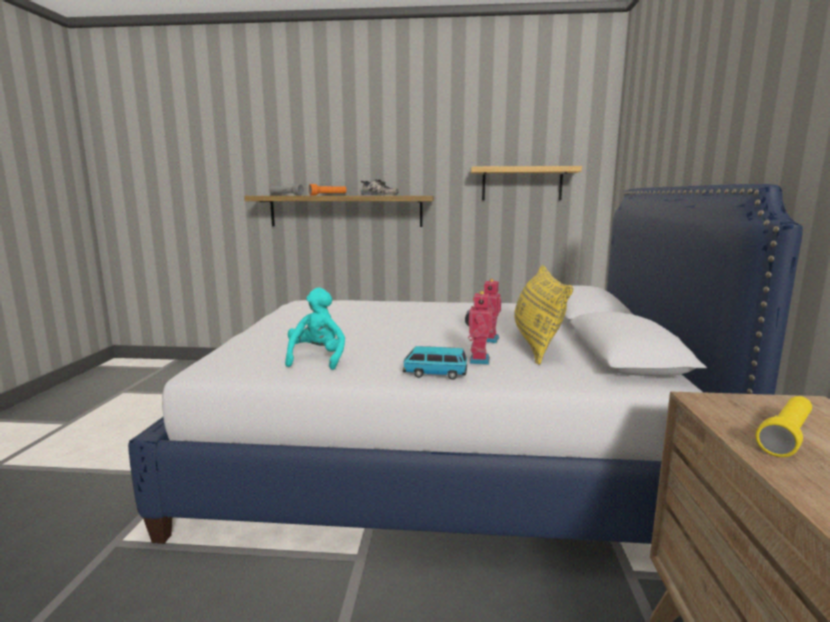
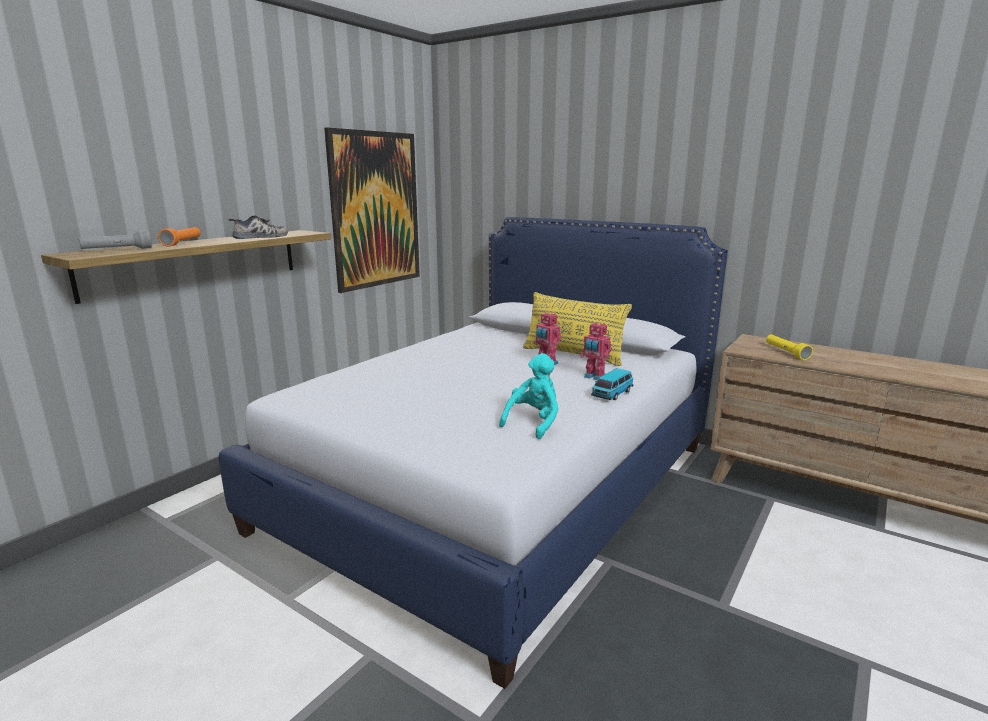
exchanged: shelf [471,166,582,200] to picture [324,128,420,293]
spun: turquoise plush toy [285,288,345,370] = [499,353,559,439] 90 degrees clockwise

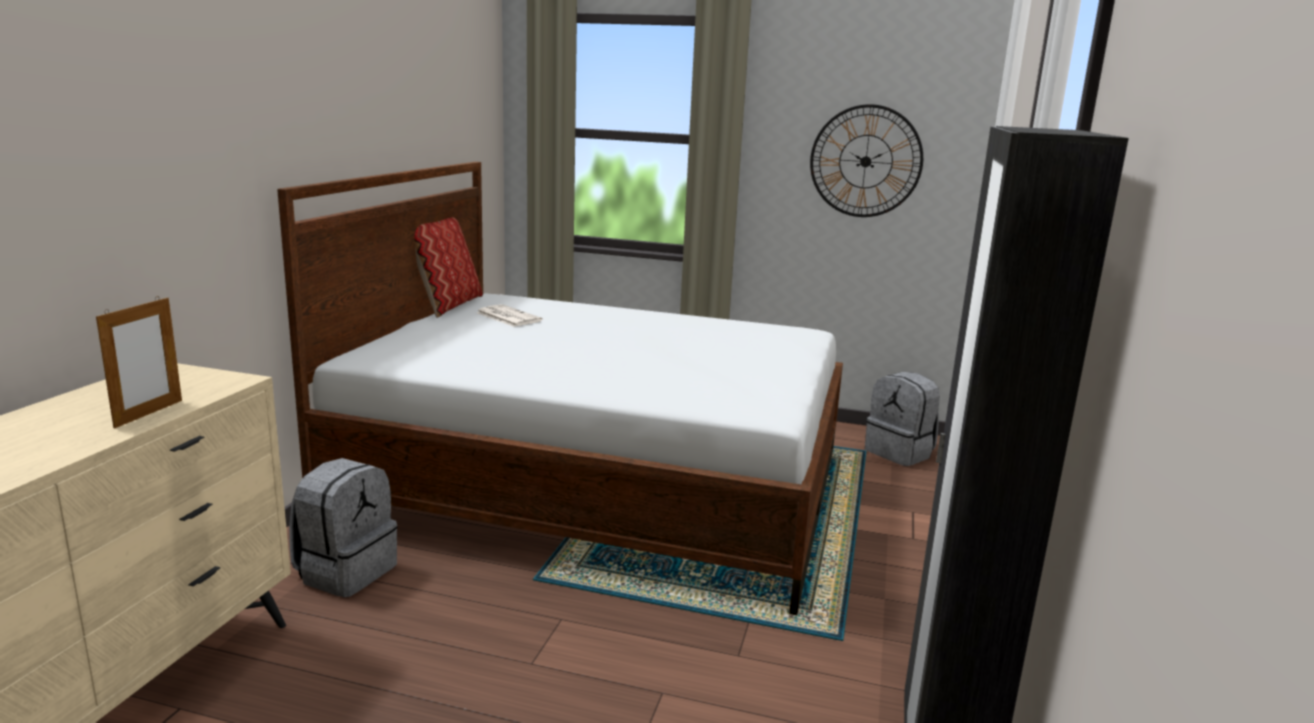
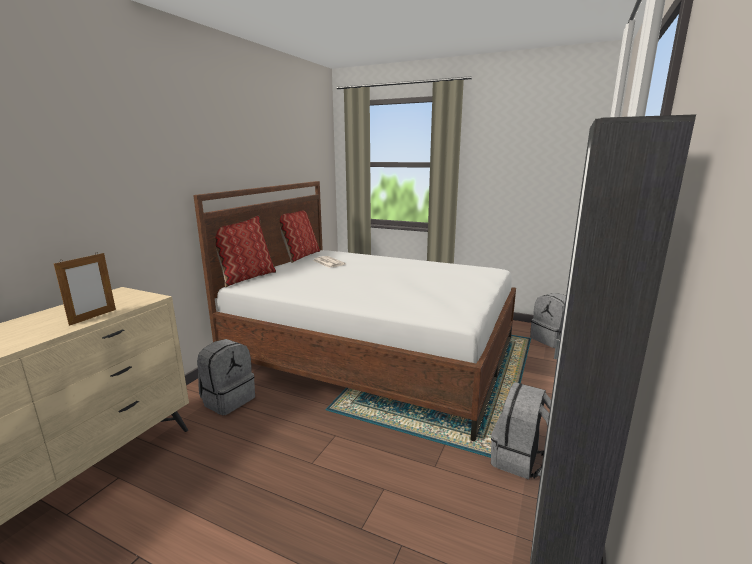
missing: wall clock [810,104,923,217]
appeared: pillow [215,215,276,287]; grey backpack [491,382,551,480]

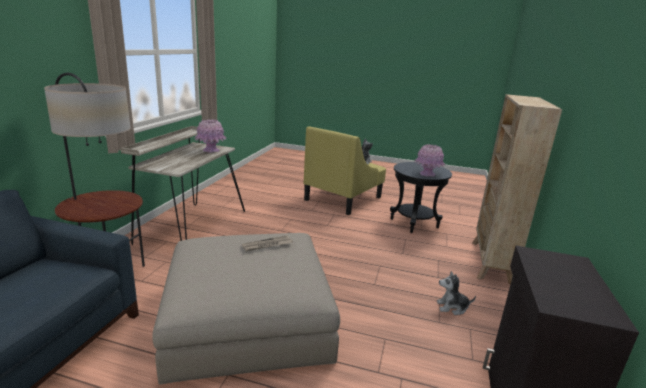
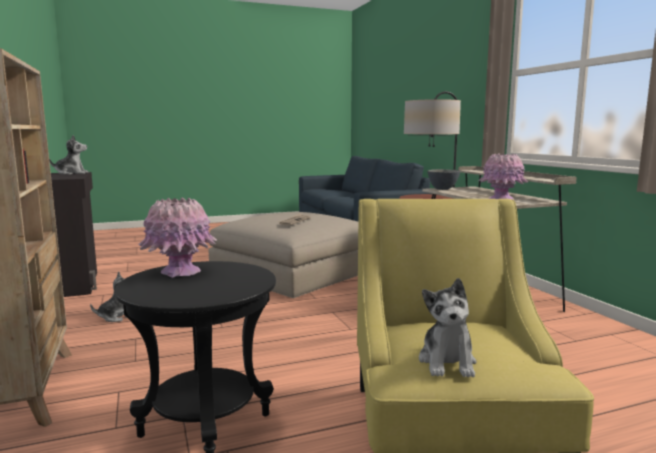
appeared: plush toy [49,135,88,175]; grey bowl [427,169,460,190]

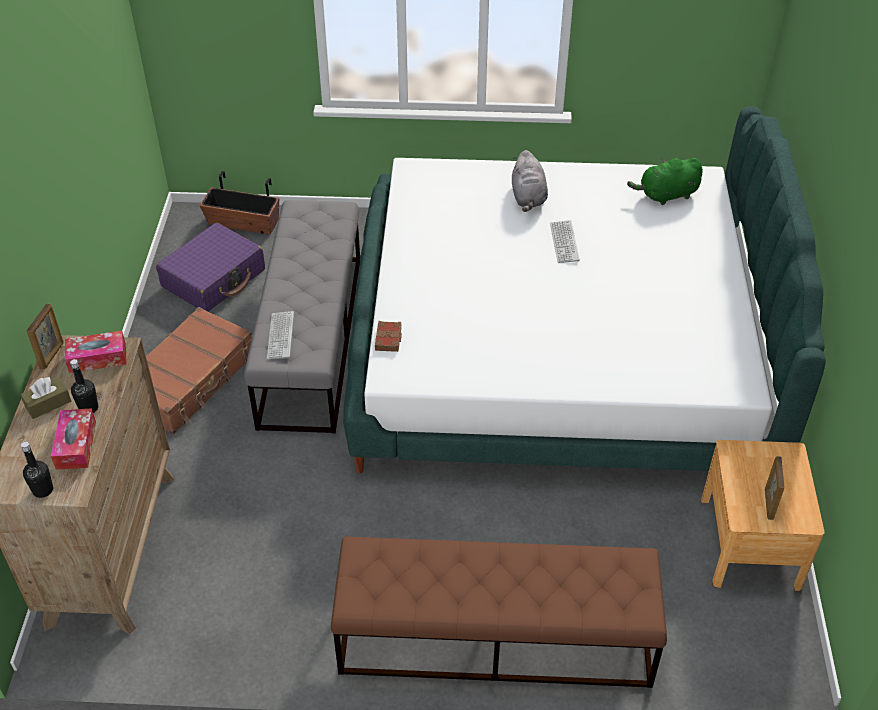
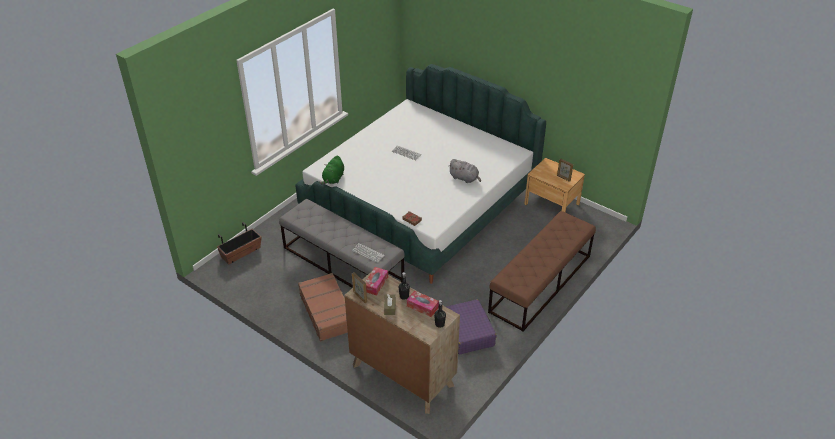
relocated: purple suitcase [156,223,265,312] to [446,299,497,355]; grey plush toy [512,150,548,212] to [448,159,481,183]; green plush toy [627,158,703,205] to [320,156,344,184]

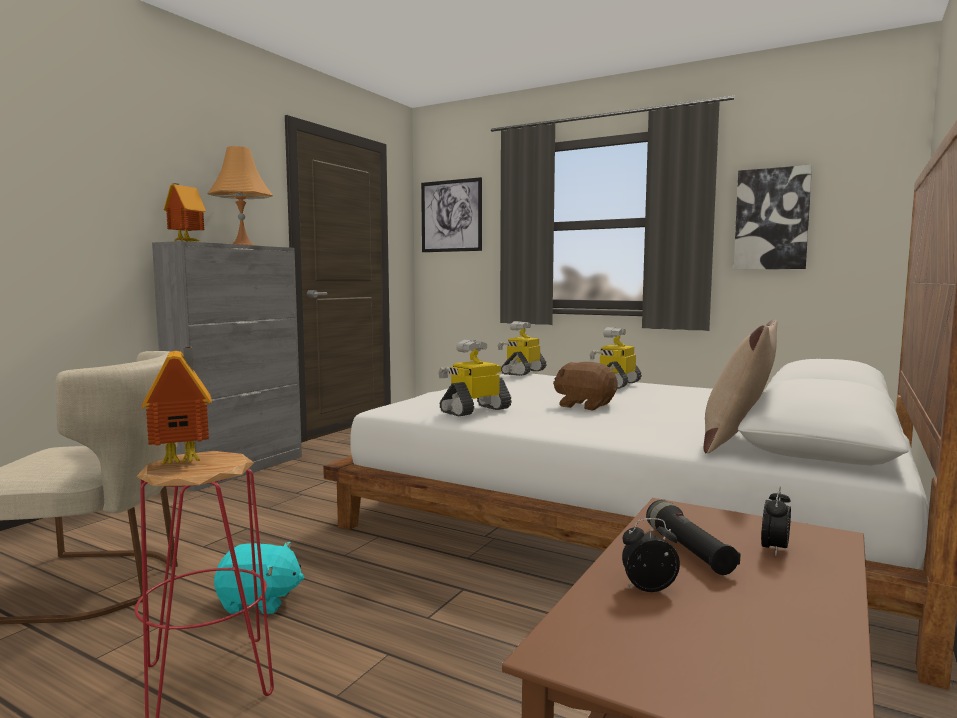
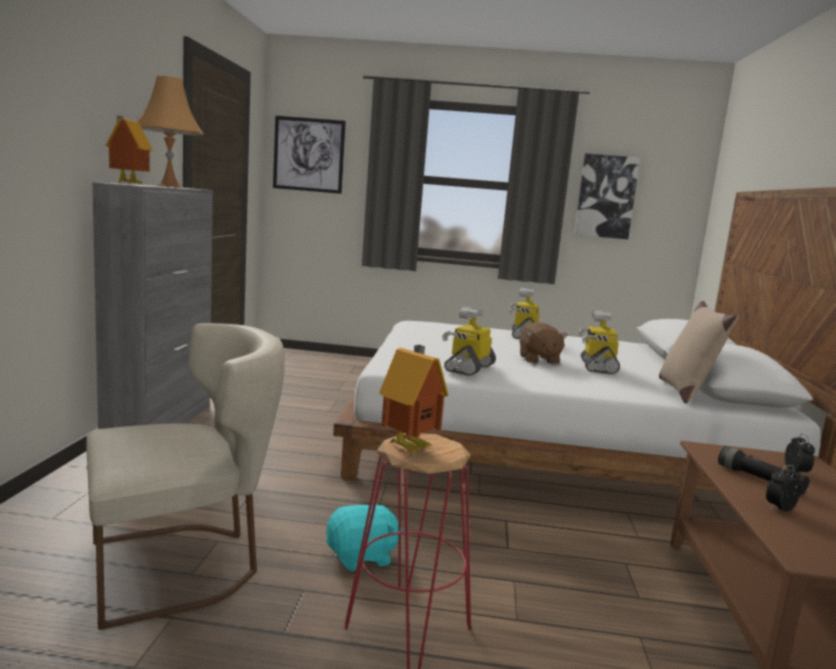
relocated: toy robot [498,321,547,376] to [578,310,620,374]
spun: brown plush toy [553,362,618,410] = [519,322,568,365] 105 degrees counterclockwise

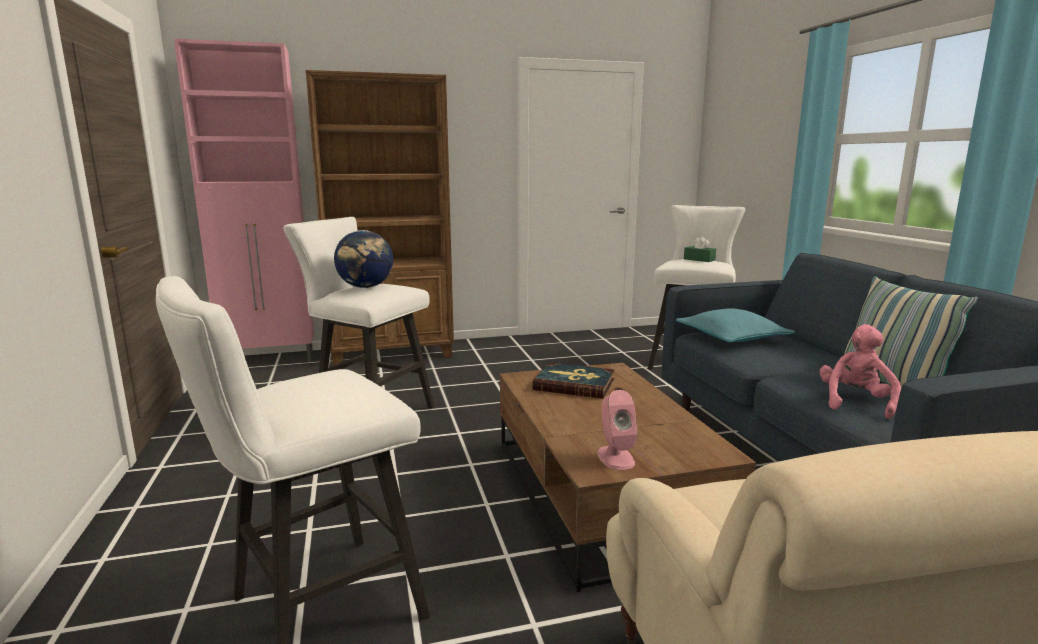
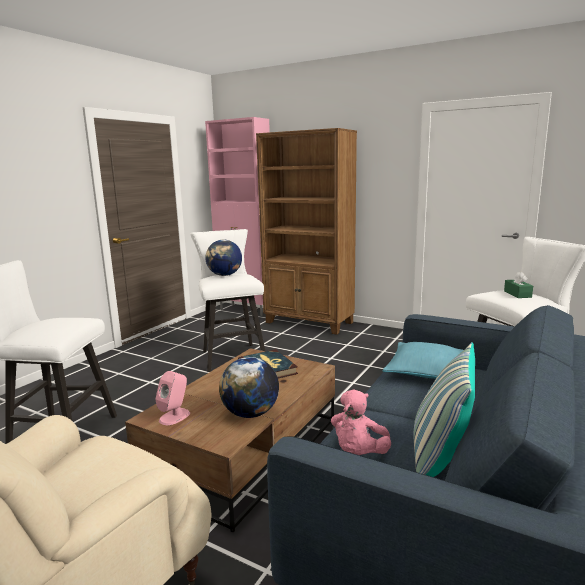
appeared: globe [219,357,279,418]
spun: pink plush toy [820,324,901,419] = [331,389,391,455] 135 degrees clockwise

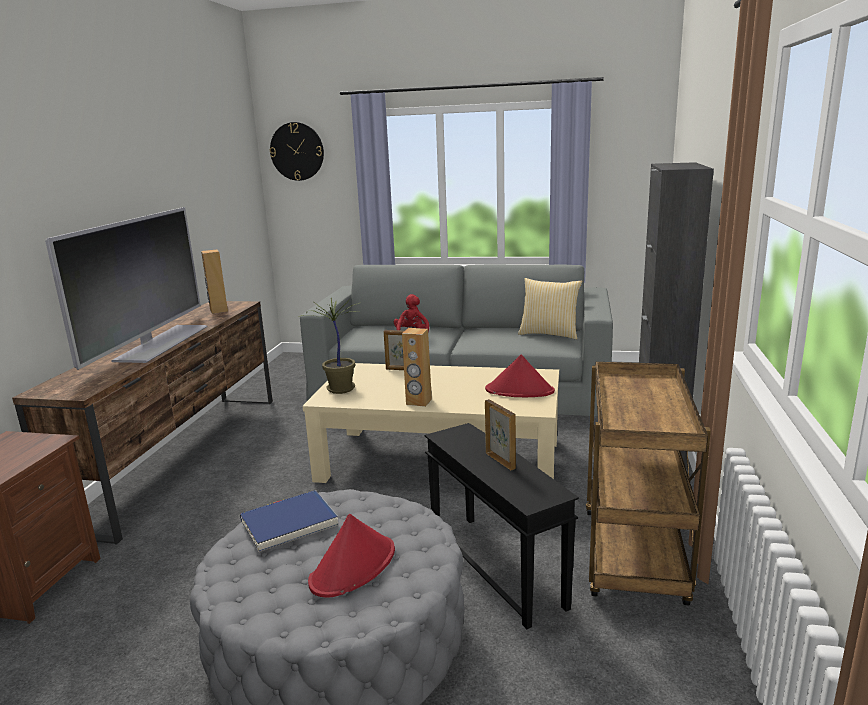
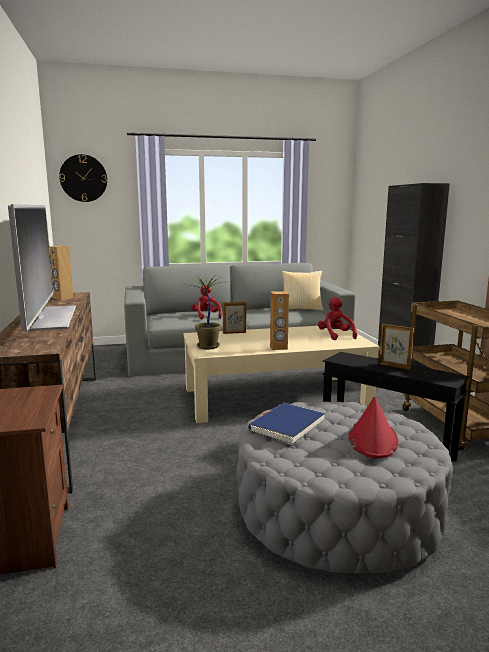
exchanged: red hat [485,354,555,397] to red plush toy [318,297,357,340]

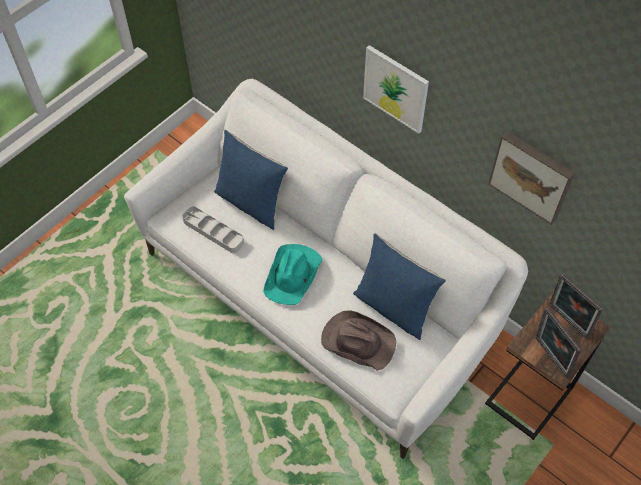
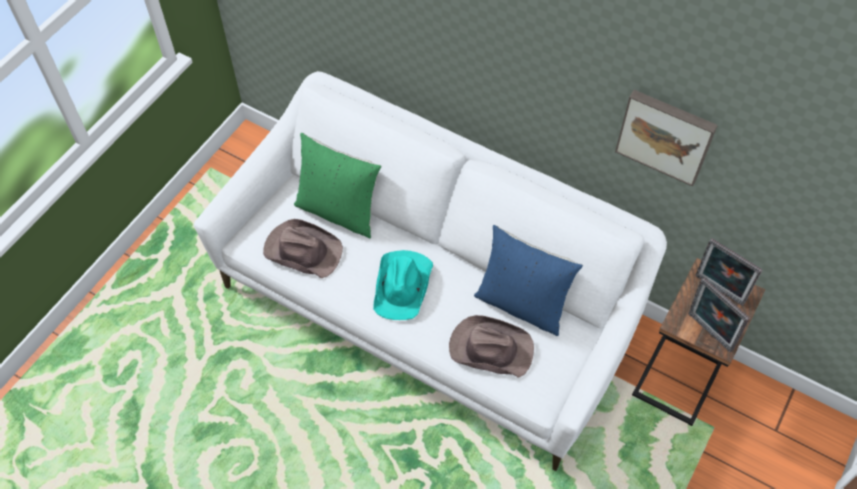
missing: picture [363,45,429,134]
exchanged: grey tray [182,206,244,253] to brown hat [263,219,343,278]
colour: blue pillow [214,130,288,230] to green pillow [294,133,382,238]

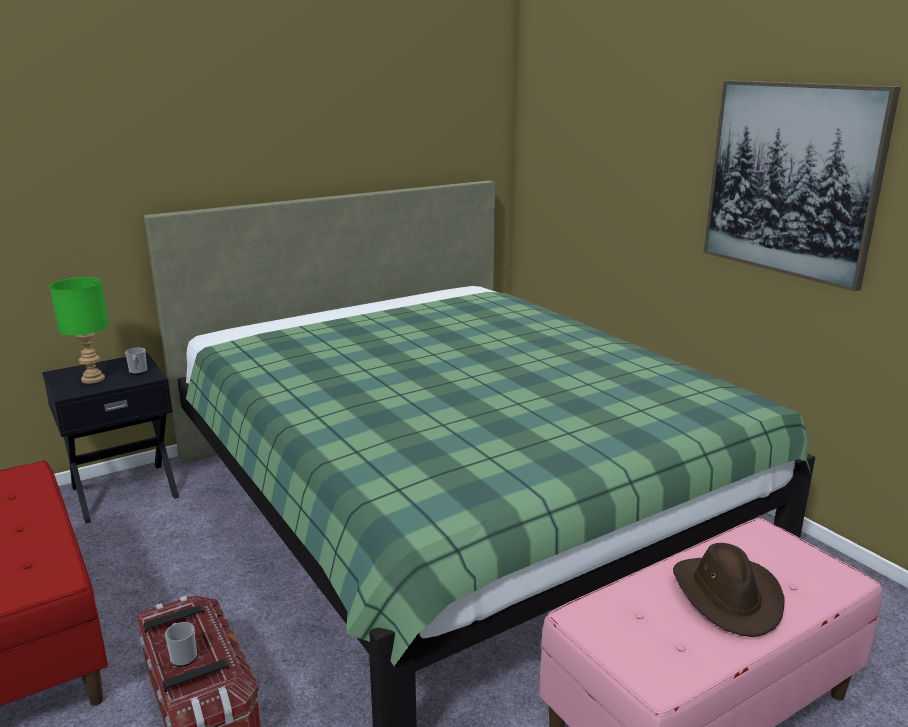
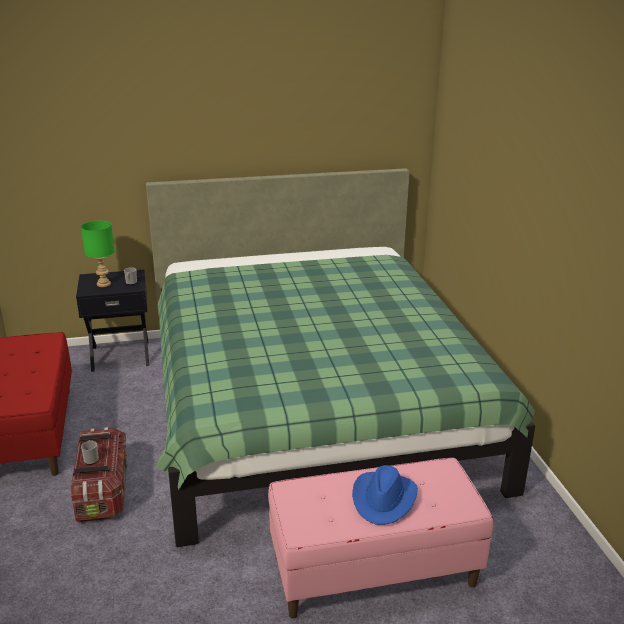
missing: picture [703,81,901,291]
colour: brown hat [673,543,785,637] to blue hat [352,465,418,525]

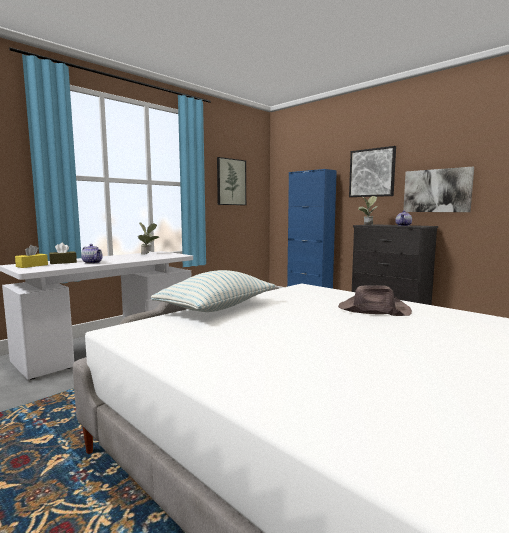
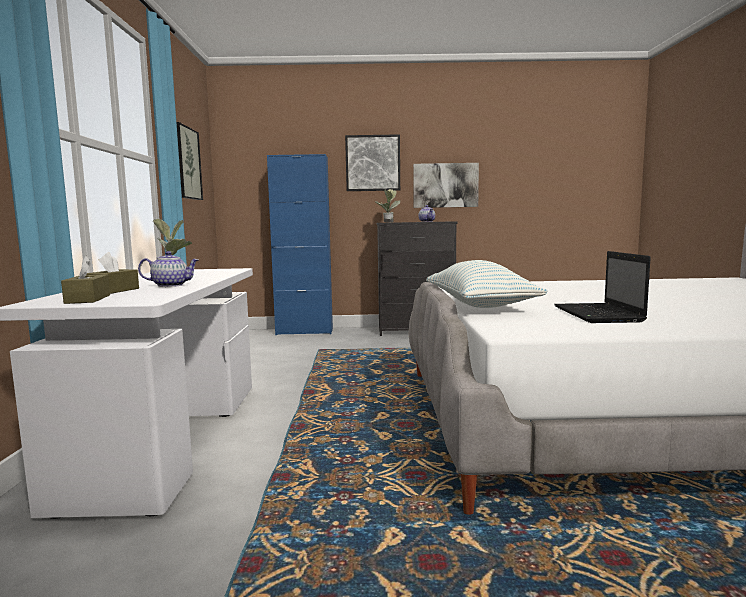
missing: brown hat [338,285,412,316]
appeared: laptop [554,251,651,323]
colour: yellow tissue box [15,245,48,268] to brown tissue box [61,256,110,304]

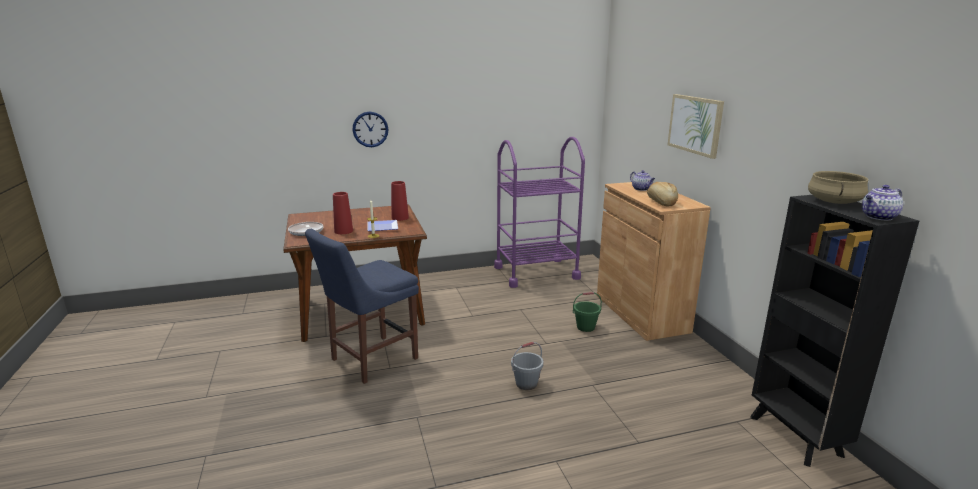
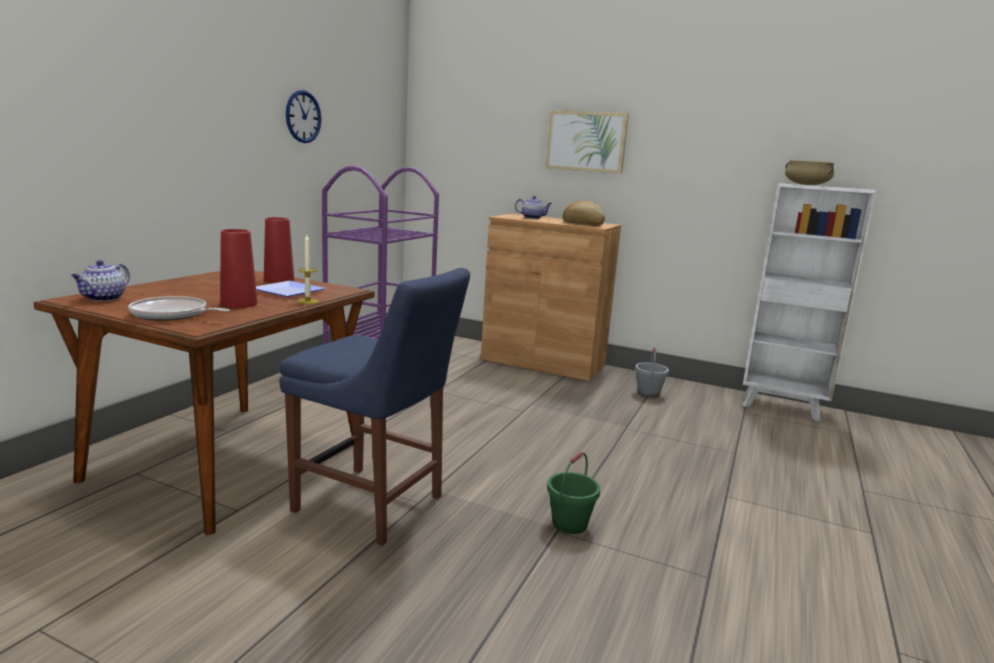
relocated: wall clock [353,112,388,147] to [286,90,321,143]; grey bucket [511,342,543,390] to [635,347,669,398]; green bucket [573,292,602,332] to [547,452,600,534]; teapot [862,185,903,221] to [71,260,130,301]
colour: black bookcase [751,195,919,467] to white bookcase [743,183,877,421]
spun: blue chair [305,229,419,384] = [279,268,470,546] 60 degrees counterclockwise

